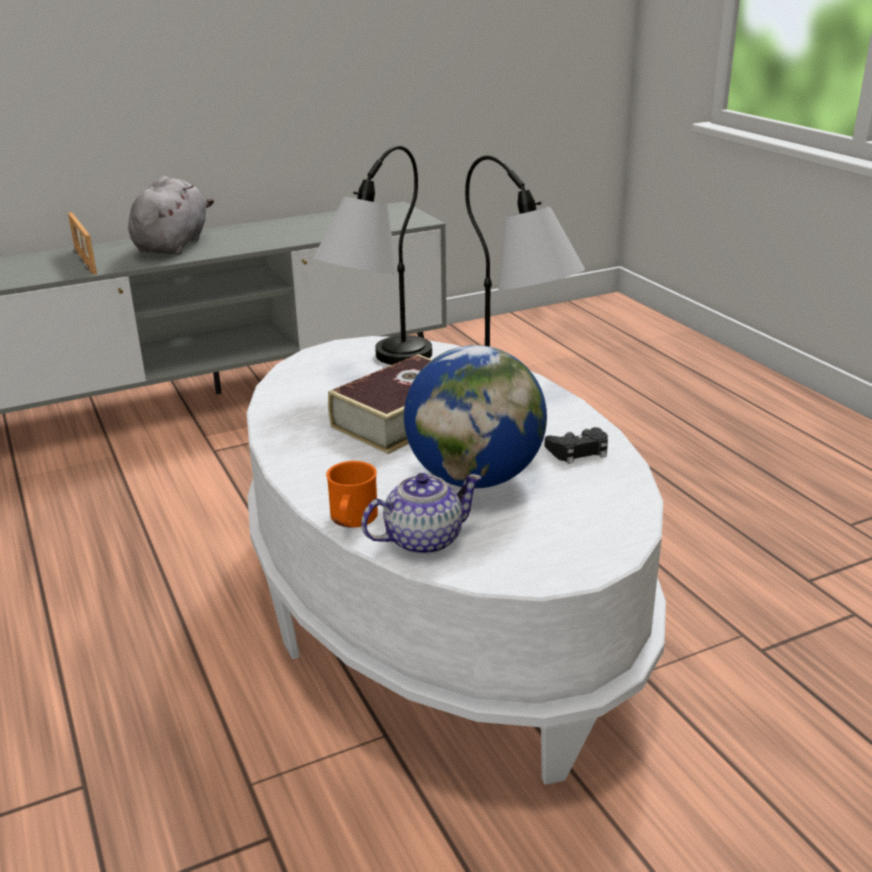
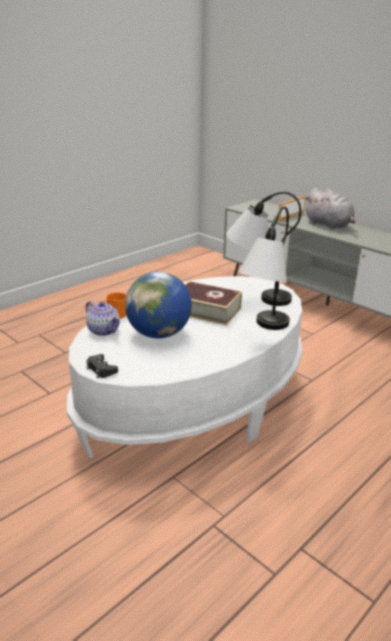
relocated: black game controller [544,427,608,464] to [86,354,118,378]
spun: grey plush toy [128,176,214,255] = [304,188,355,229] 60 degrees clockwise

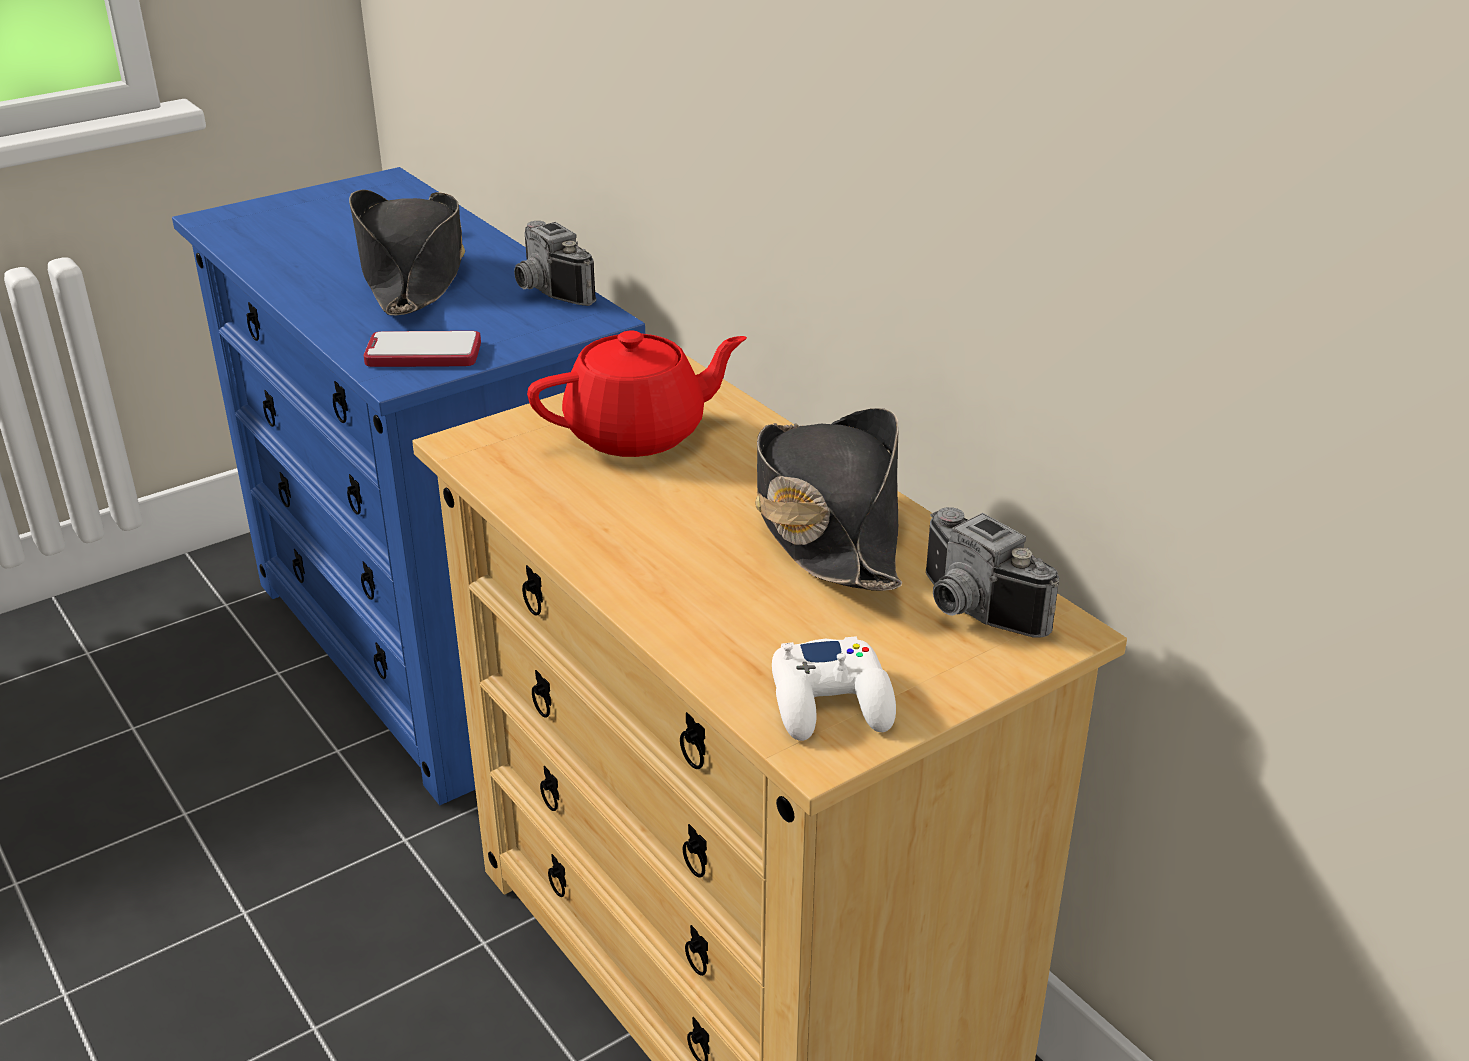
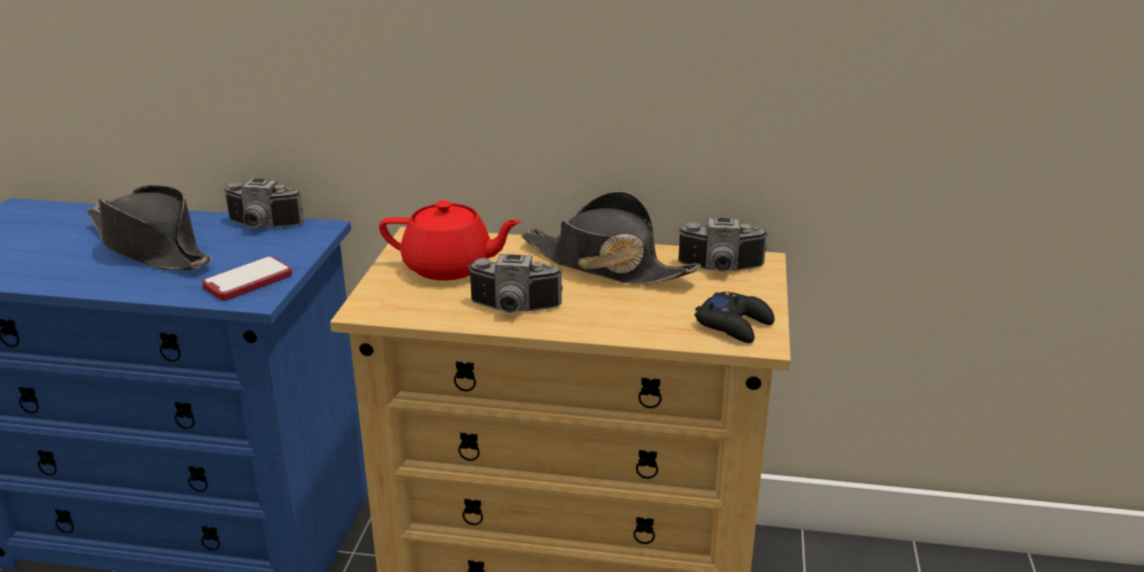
appeared: photo camera [467,254,563,313]
colour: white game controller [772,636,896,741] to black game controller [695,292,775,343]
spun: red teapot [527,330,747,457] = [379,200,521,280] 75 degrees clockwise

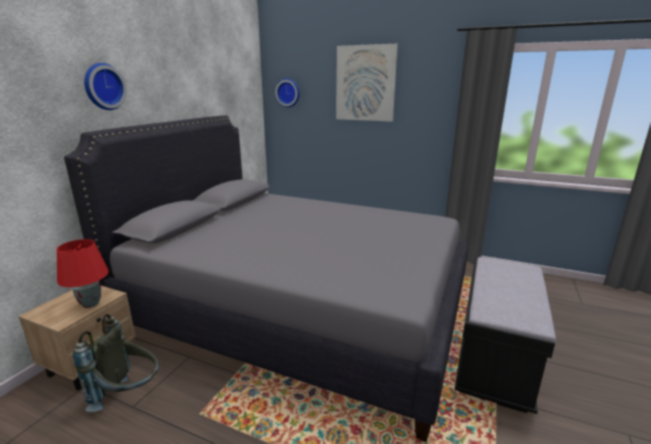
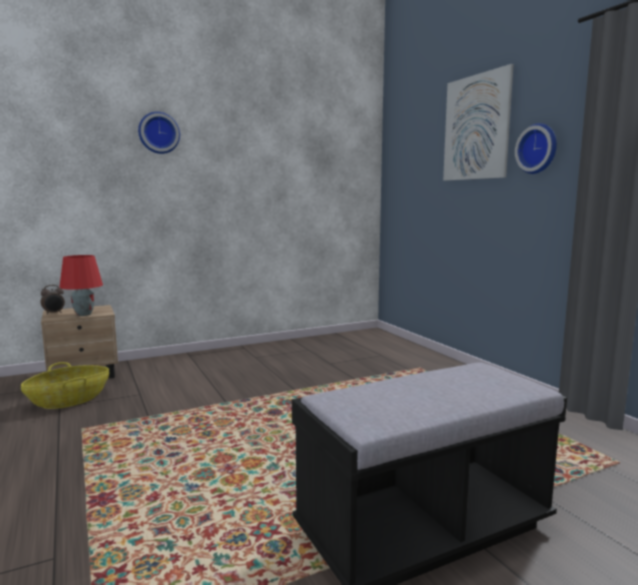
missing: grey bed [64,115,468,442]
appeared: alarm clock [41,285,65,315]
relocated: wall clock [275,79,300,107] to [515,123,557,174]
exchanged: grey backpack [73,314,159,412] to basket [21,362,109,409]

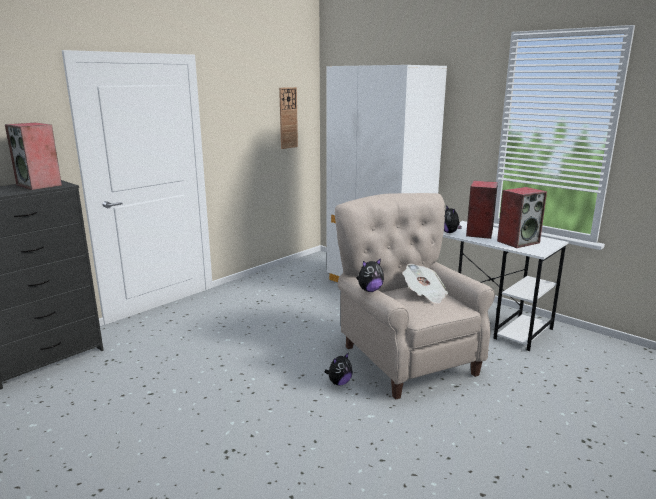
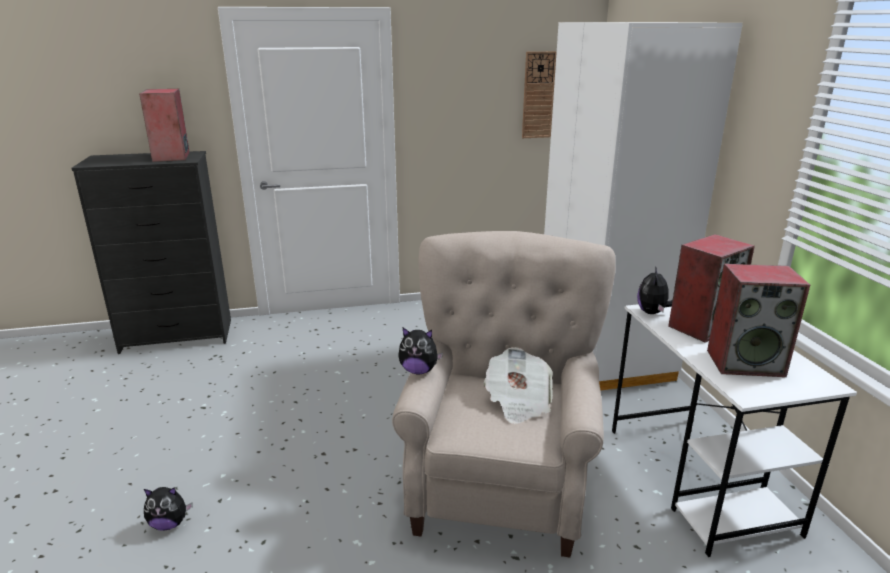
relocated: plush toy [325,352,353,386] to [144,487,193,531]

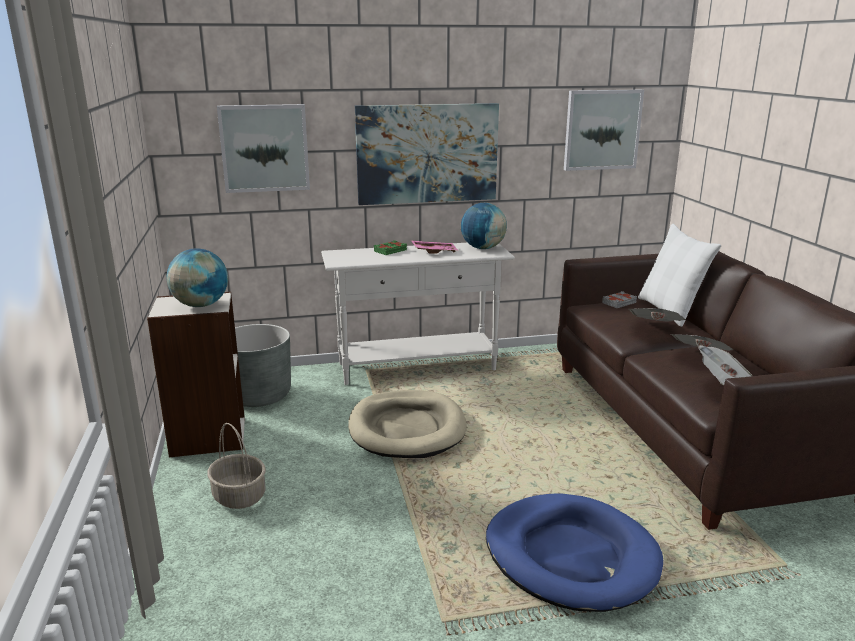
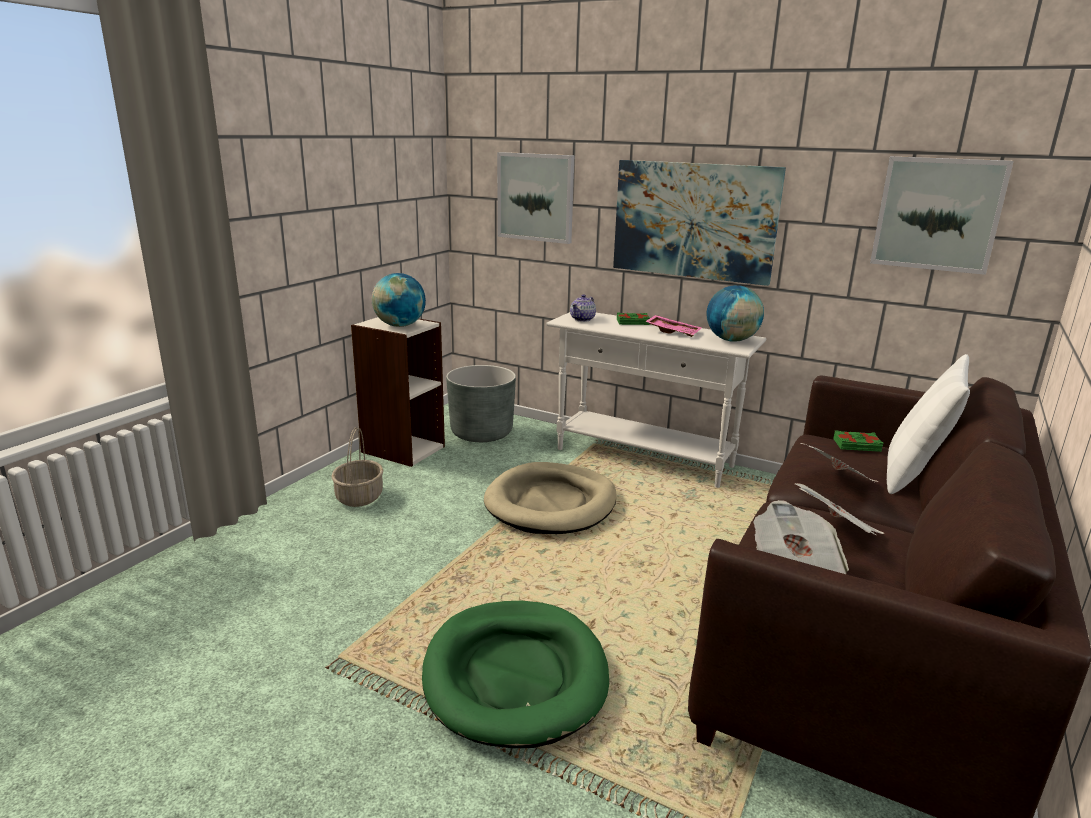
appeared: teapot [570,294,596,322]
colour: blue dog bed [486,493,663,612] to green dog bed [422,601,609,748]; grey book [602,291,637,308] to green book [833,430,884,452]

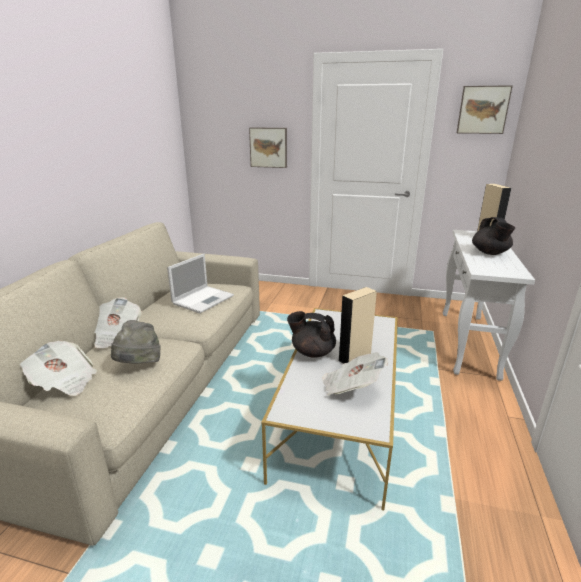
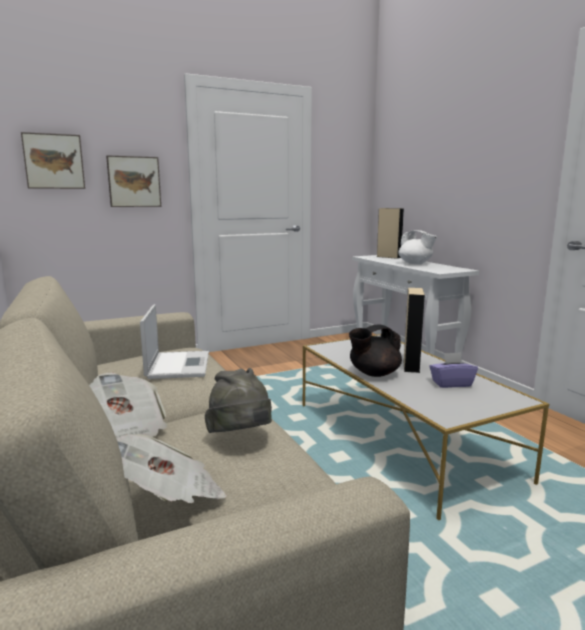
relocated: picture [457,85,513,134] to [21,132,85,189]
exchanged: newspaper [322,352,388,396] to purple tissue box [429,353,478,388]
colour: black teapot [472,217,515,255] to white teapot [399,230,437,264]

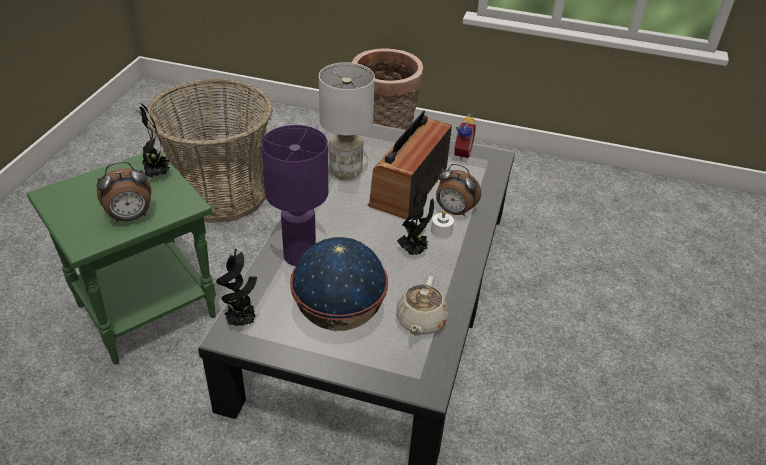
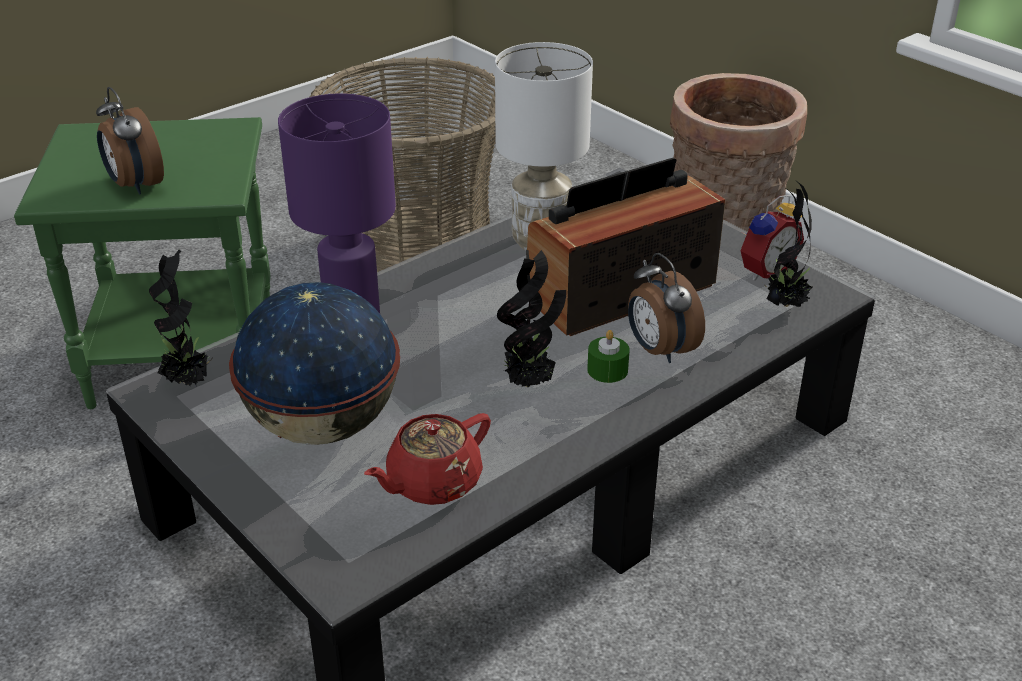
relocated: potted plant [135,103,170,177] to [767,179,812,307]
colour: beige teapot [396,276,448,336] to red teapot [364,413,491,505]; white candle [431,210,454,238] to green candle [587,330,630,383]
spun: alarm clock [96,162,151,222] = [96,87,164,195] 45 degrees clockwise

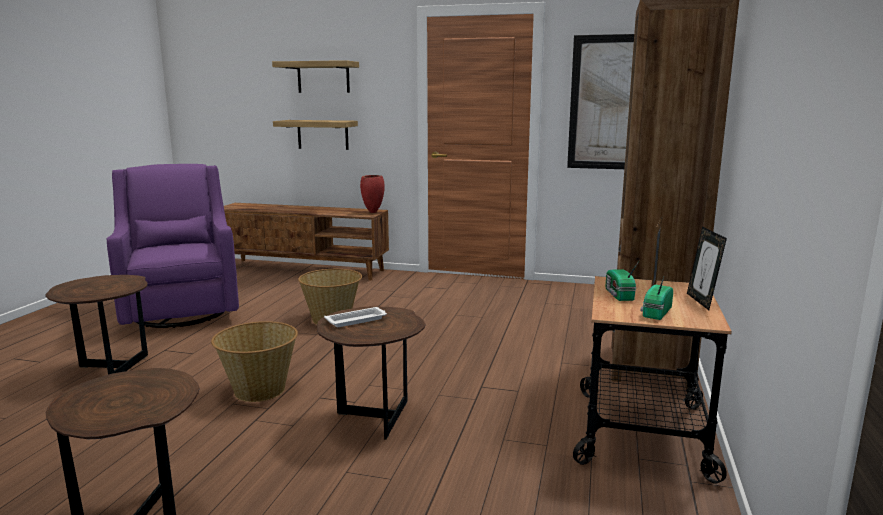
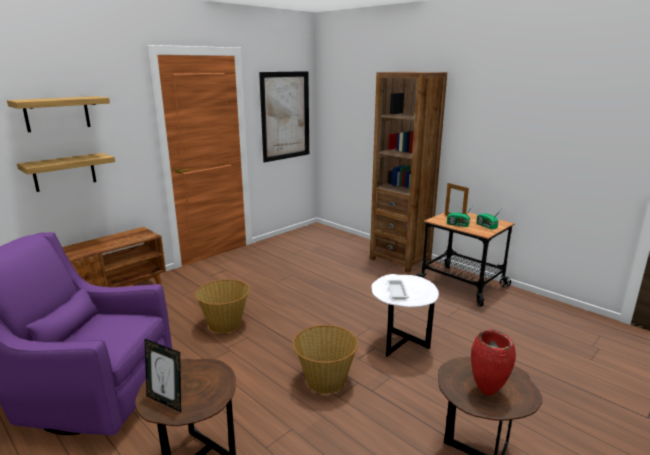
relocated: red vase [360,175,385,213] to [471,330,516,396]; picture frame [687,227,727,310] to [144,338,181,412]
colour: brown side table [317,306,425,440] to white side table [371,274,439,357]

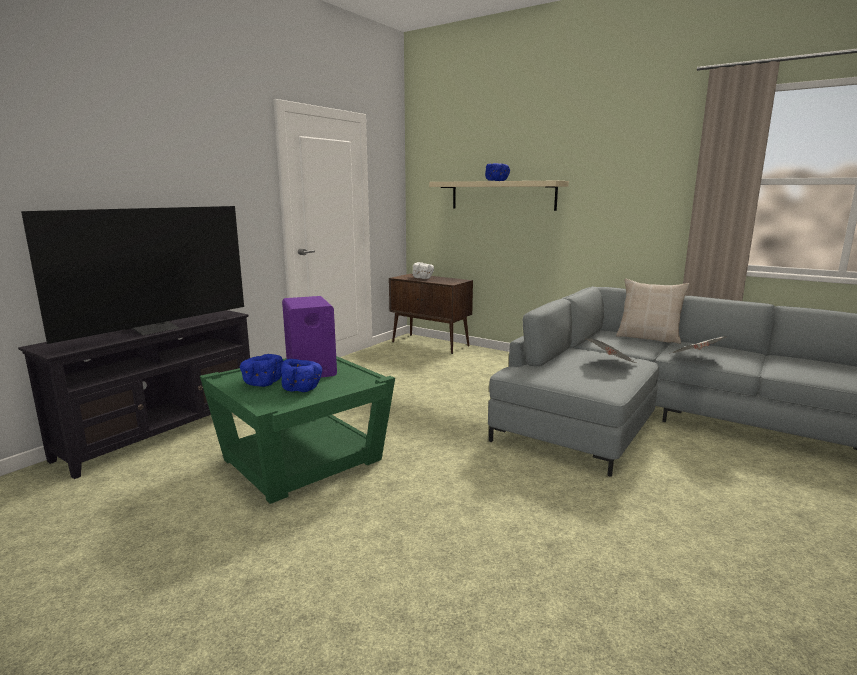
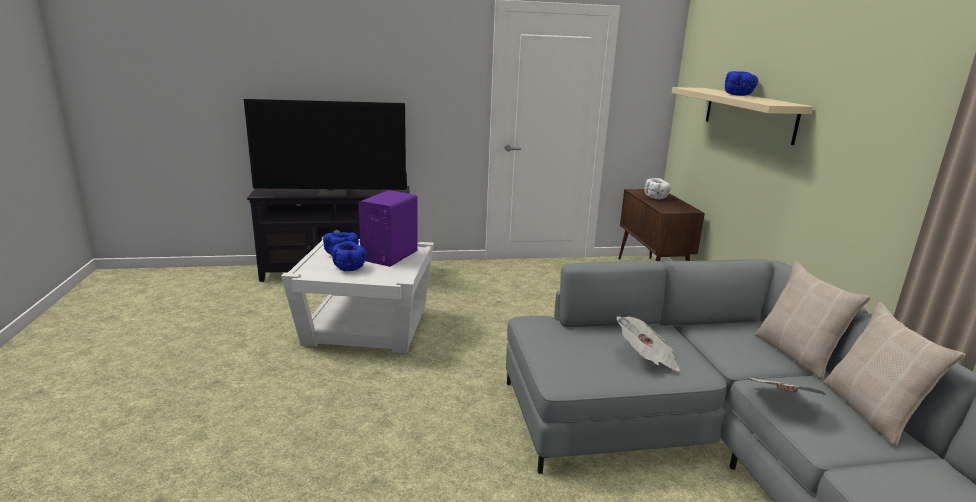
appeared: beige pillow [823,302,966,446]
colour: green side table [200,356,395,504] to white side table [281,236,434,353]

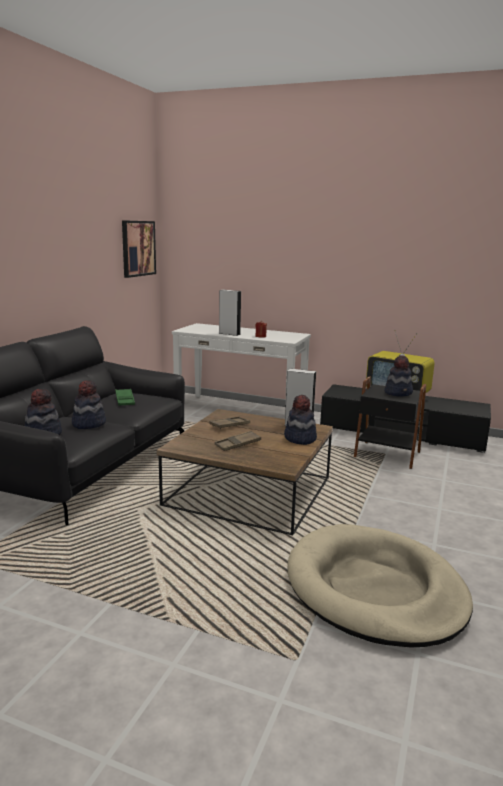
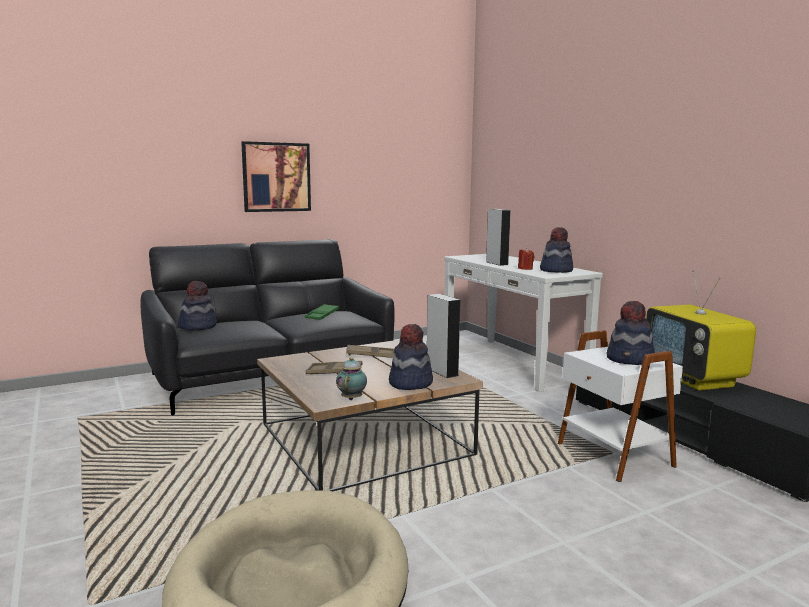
appeared: teapot [336,357,367,400]
relocated: hat [72,380,106,429] to [540,227,573,273]; picture [122,220,156,278] to [241,141,311,212]
colour: black side table [354,376,426,469] to white side table [558,330,683,482]

